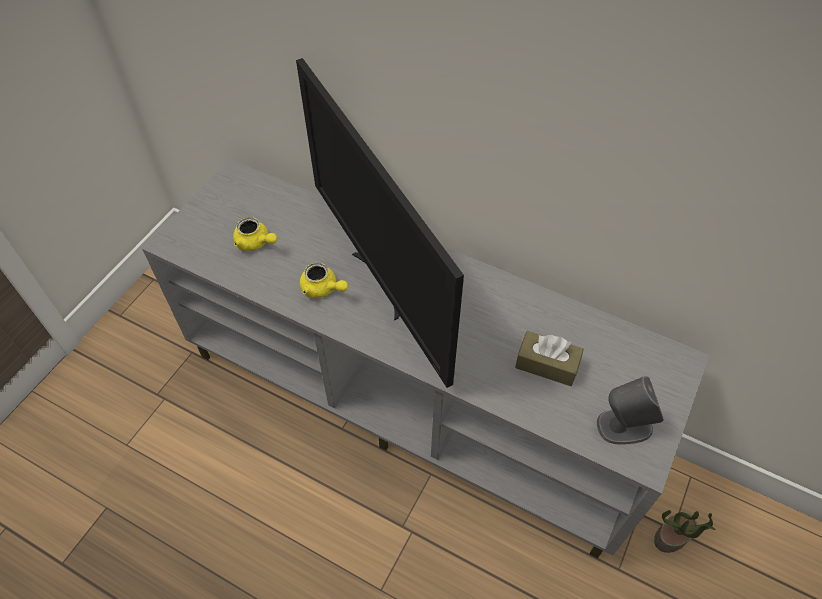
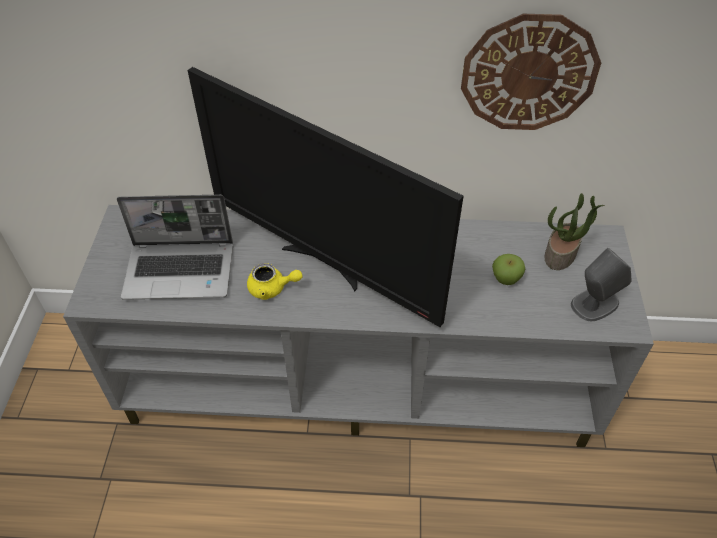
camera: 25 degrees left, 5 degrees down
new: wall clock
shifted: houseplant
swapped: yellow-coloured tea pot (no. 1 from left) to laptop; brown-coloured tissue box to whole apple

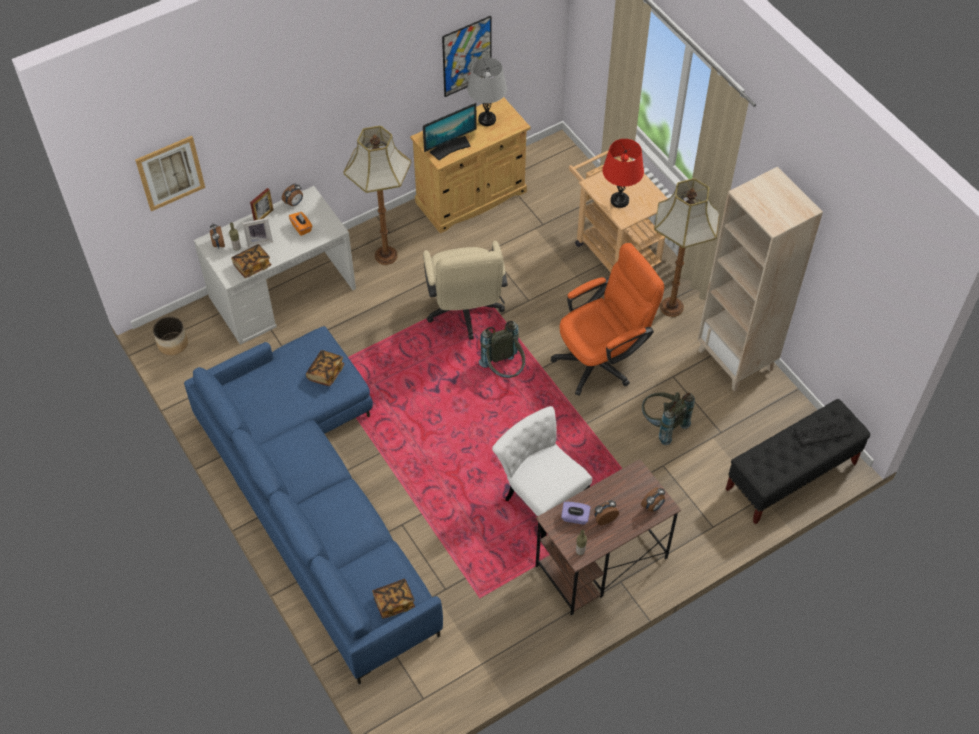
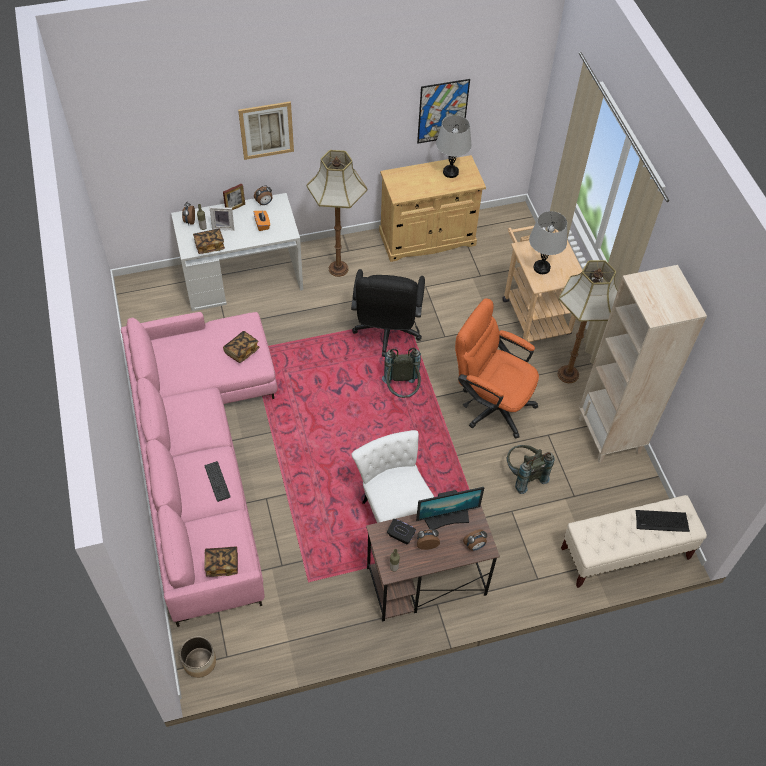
camera: 15 degrees right, 0 degrees up
new: PC keyboard (no. 1 from left)
shifted: planter; wall art (no. 1 from left); computer display
repainted: blue-coloured sofa to pinkish sofa; beige-coloured office chair to blackish office chair; purplish tissue box to blackish tissue box; red-coloured tabletop lamp to grey tabletop lamp (no. 2 from left); blackish long seat to beige-coloured long seat
rotated: orange office chair 135 degrees counterclockwise

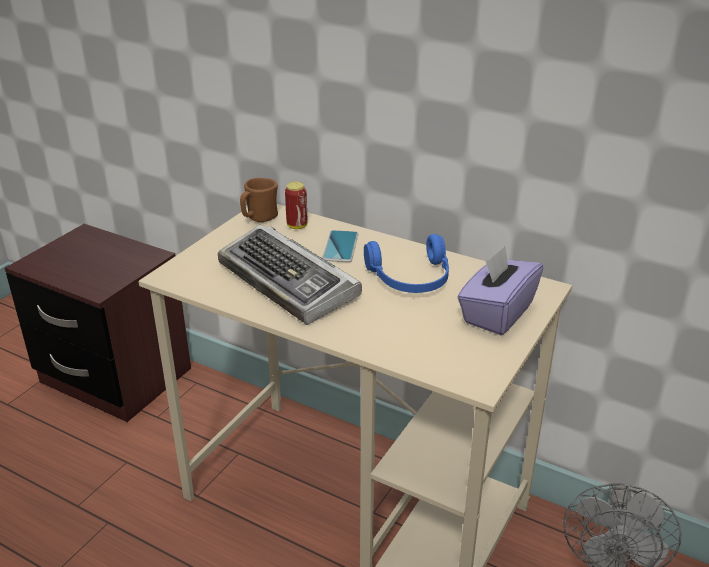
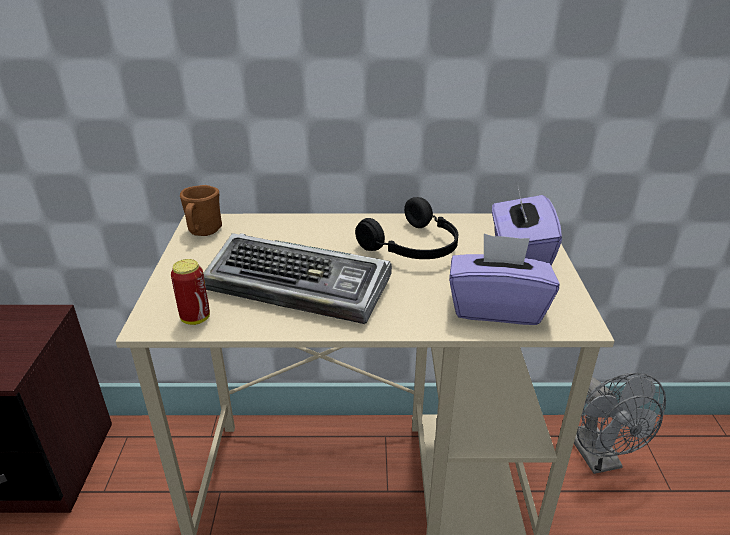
camera: 30 degrees left, 0 degrees up
gone: handset
new: purplish tissue box (no. 1 from left)
shifted: can
repainted: blue-coloured pair of headphones to blackish pair of headphones

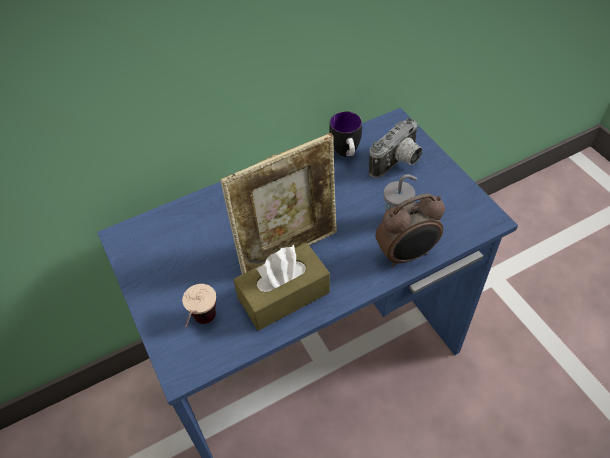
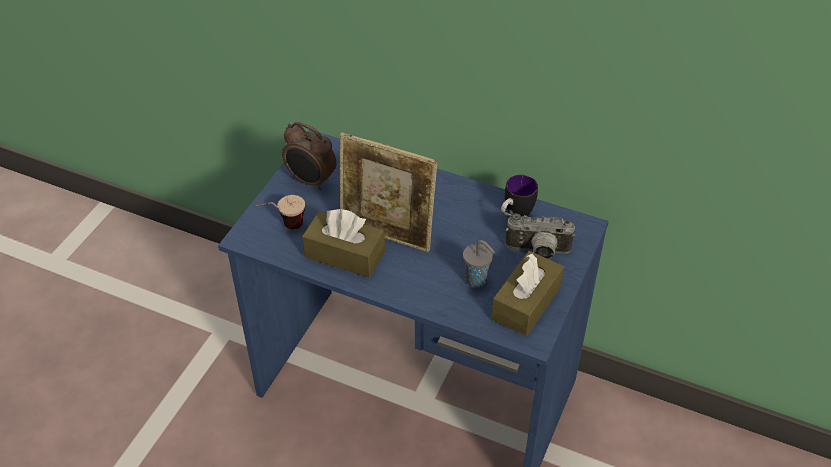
camera: 50 degrees right, 5 degrees down
new: brown-coloured tissue box (no. 2 from left)
shifted: table clock

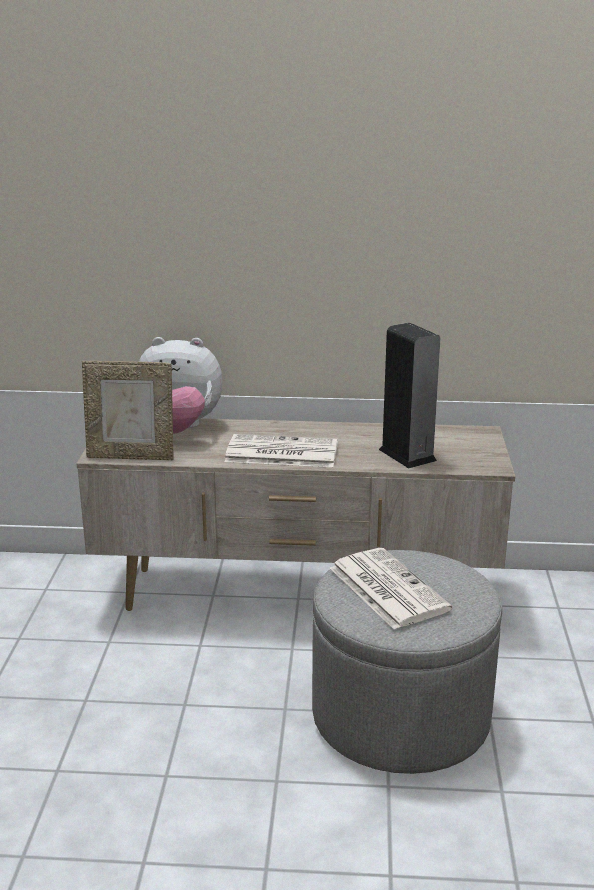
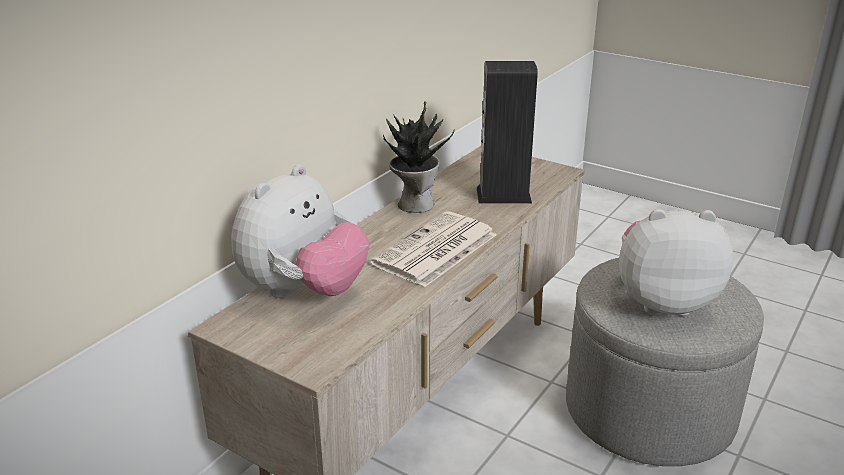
camera: 60 degrees left, 5 degrees up
gone: standing frame
new: houseplant
swapped: daily paper (no. 2 from left) to plush toy (no. 2 from left)

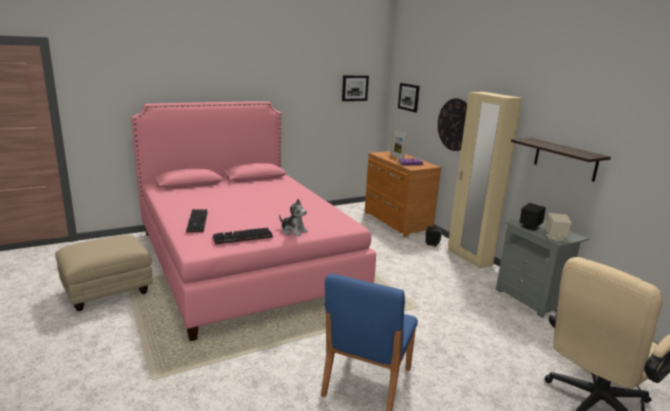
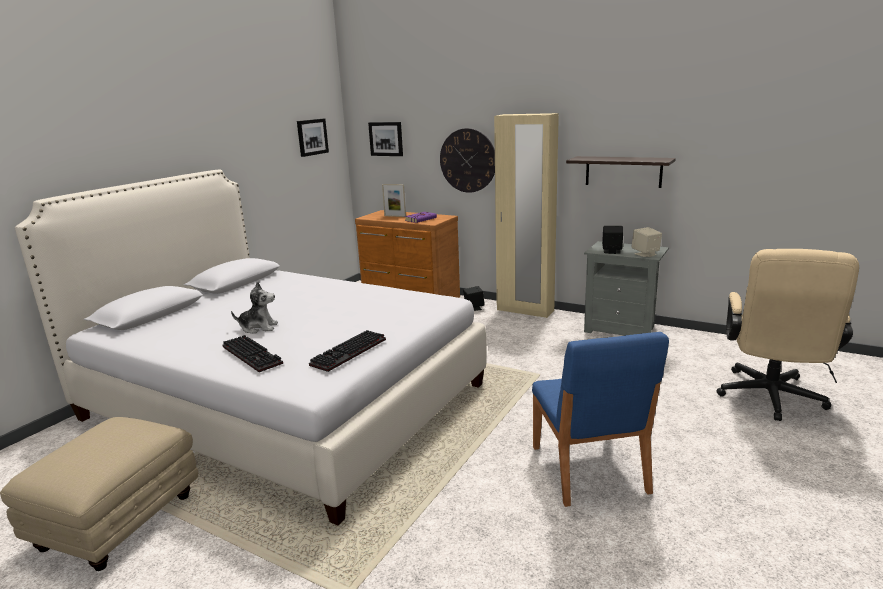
camera: 30 degrees left, 0 degrees up
shifted: plush toy
repainted: pinkish bedroom bed to whitish bedroom bed

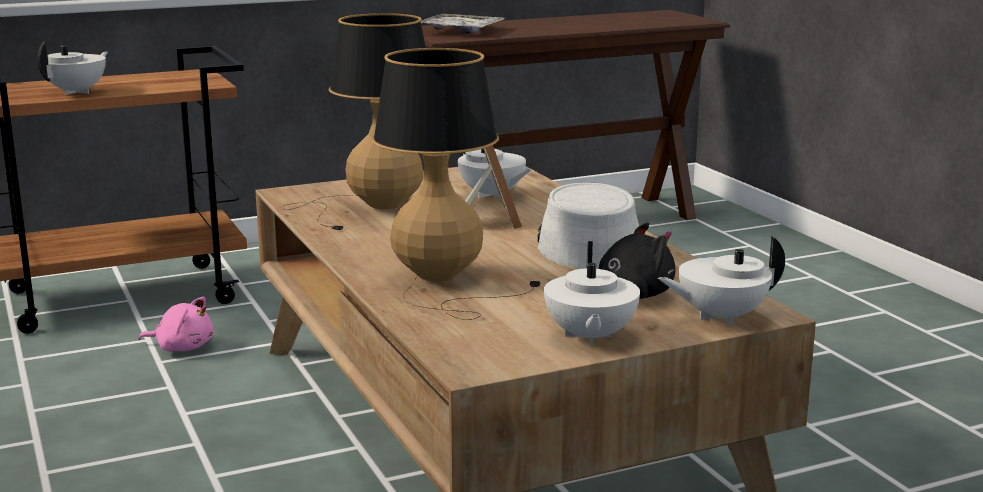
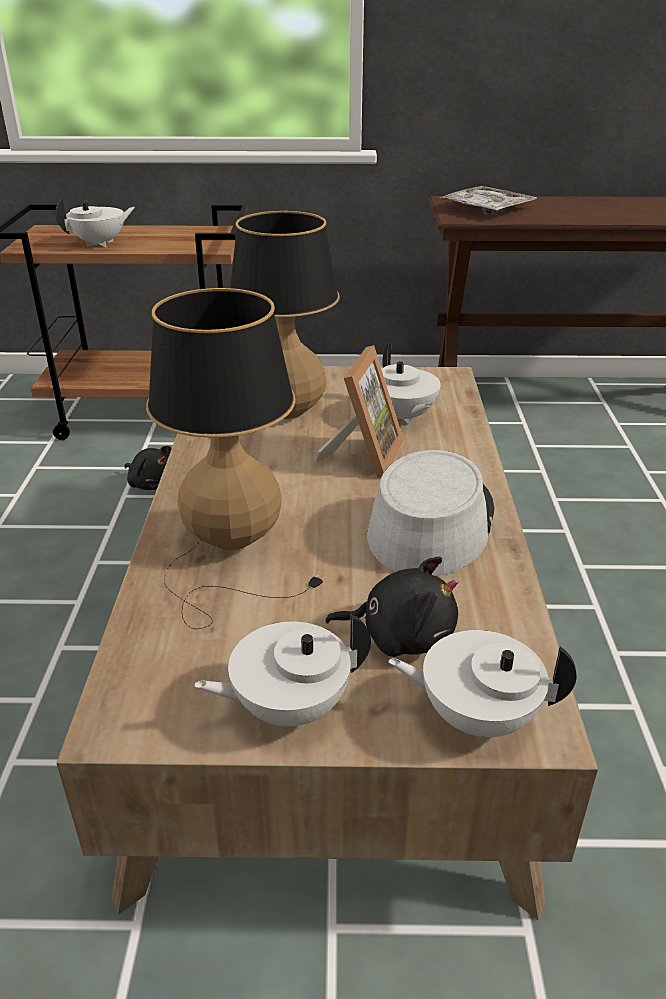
camera: 25 degrees right, 15 degrees up
repainted: pinkish plush toy to blackish plush toy (no. 1 from left)
rotated: whitish tea pot (no. 3 from left in the first image) 45 degrees clockwise

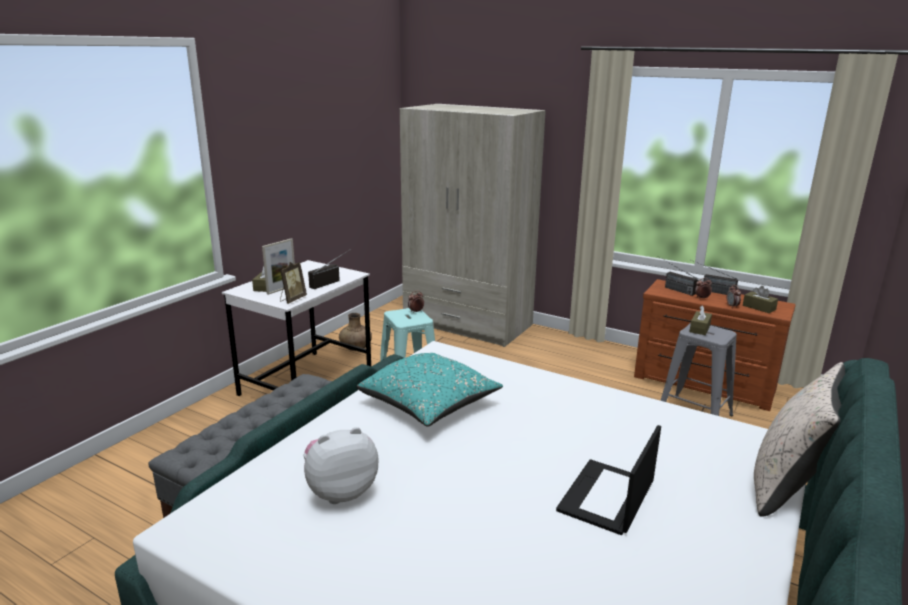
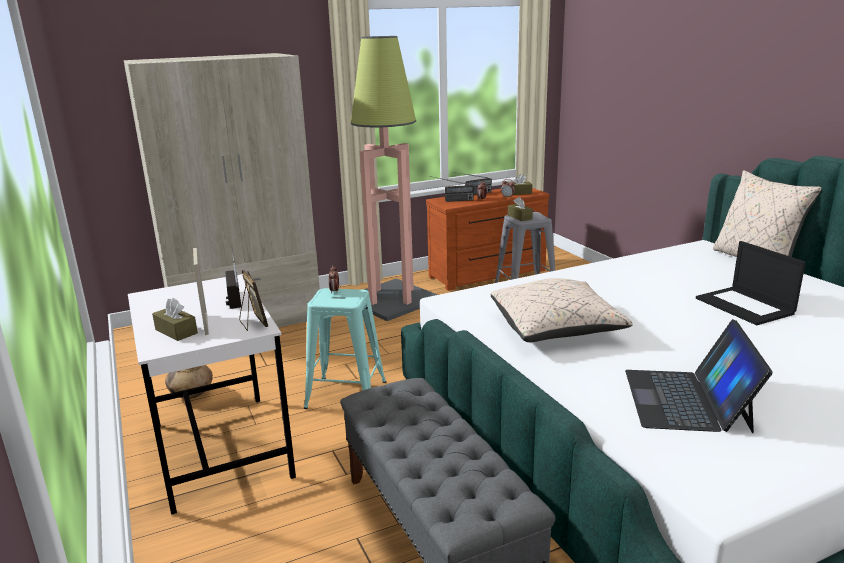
camera: 55 degrees left, 0 degrees up
new: standard lamp
swapped: plush toy to laptop (no. 1 from left)
repainted: turquoise throw pillow to beige-coloured throw pillow (no. 1 from left)

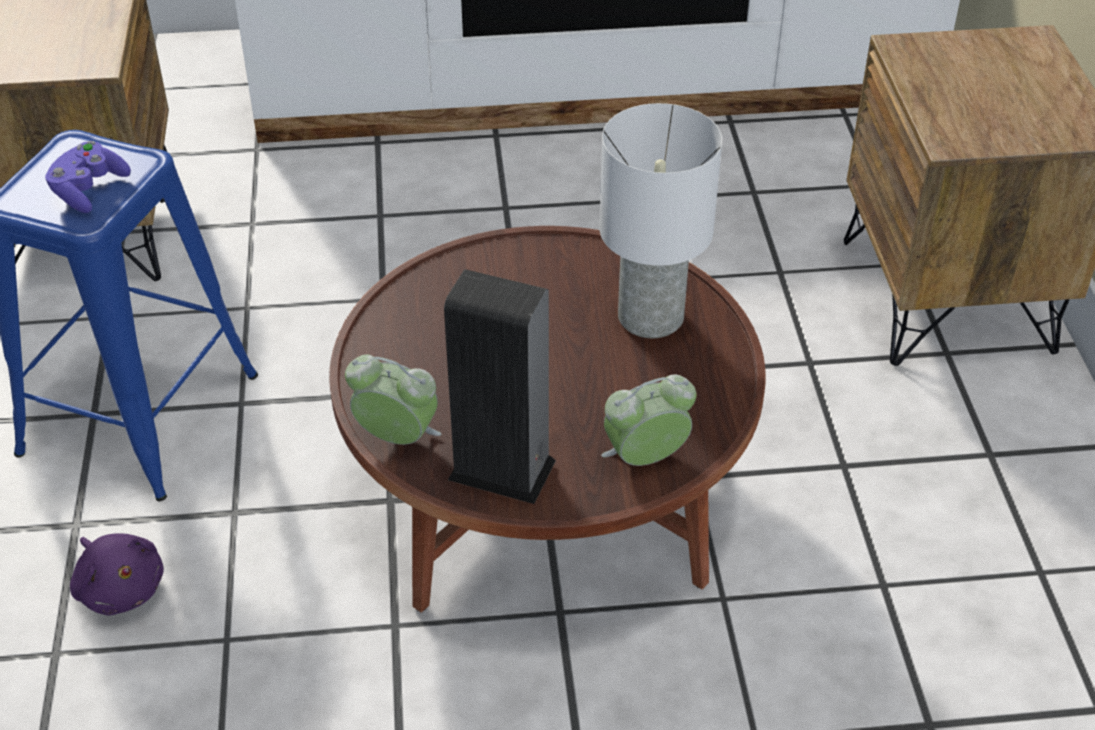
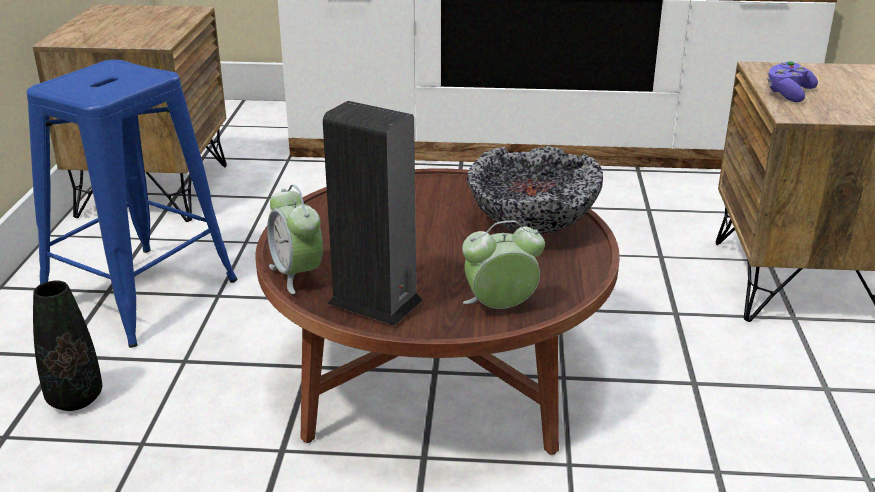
camera: 10 degrees right, 15 degrees down
shifted: purplish game controller
swapped: purplish plush toy to blackish decorative vase; whitish tabletop lamp to bowl
rotated: table clock (no. 1 from left) 150 degrees counterclockwise

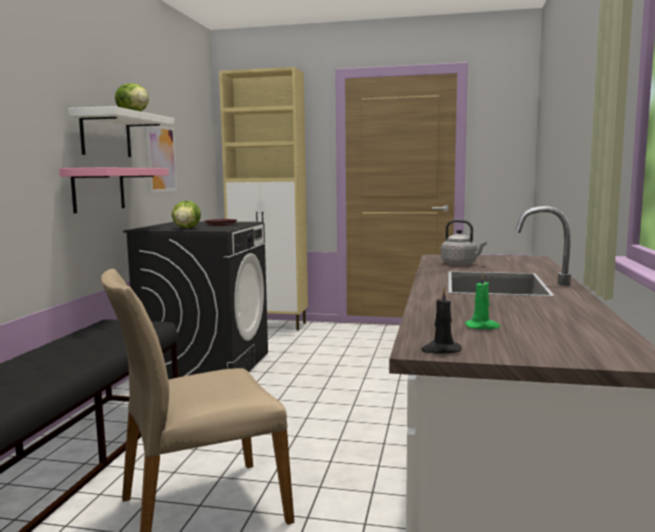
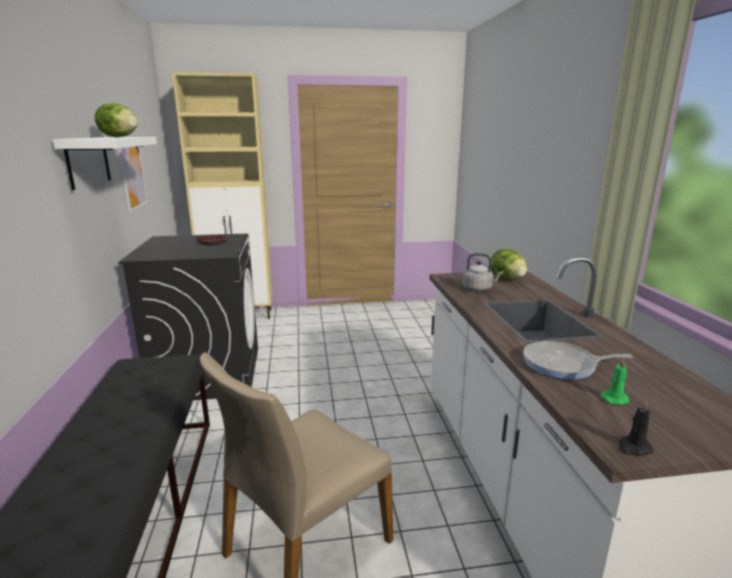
camera: 20 degrees left, 10 degrees up
gone: pinkish bracket shelf
new: frying pan
shifted: lettuce head (no. 2 from left)

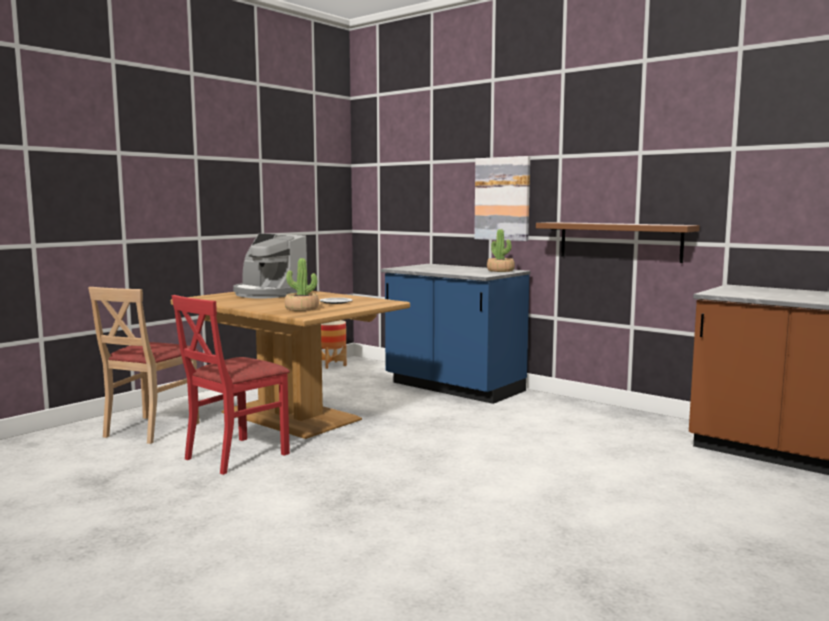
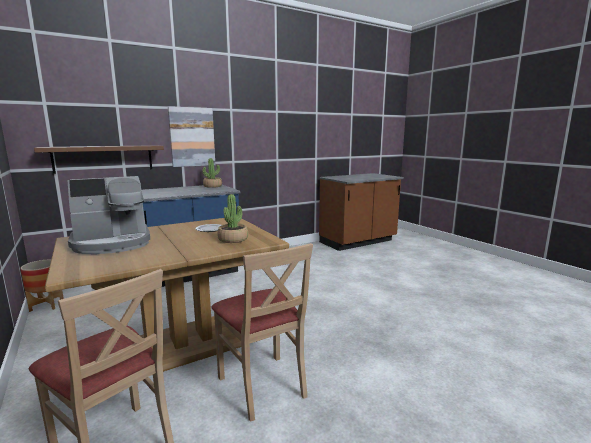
camera: 70 degrees left, 5 degrees up
shifted: brown-coloured bracket shelf
repainted: red-coloured upright chair to beige-coloured upright chair (no. 2 from left)

